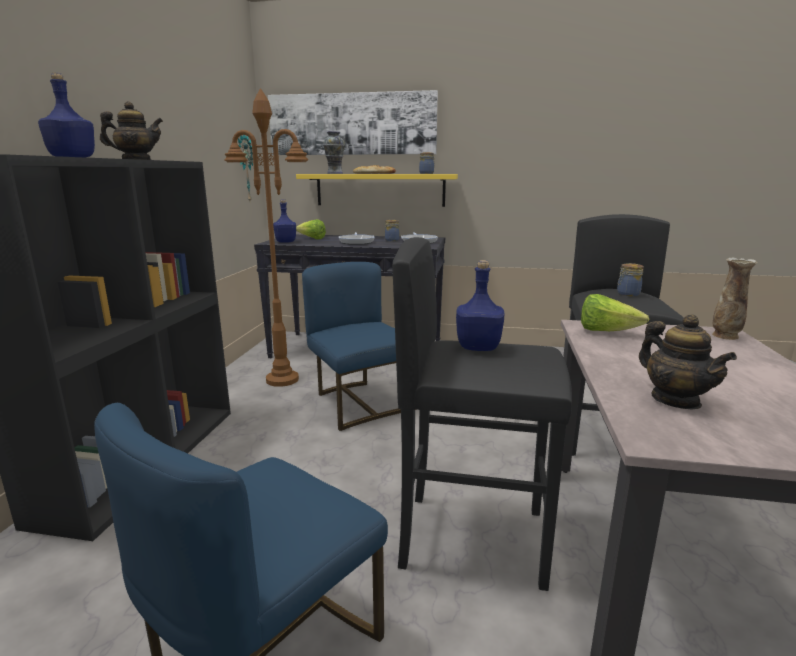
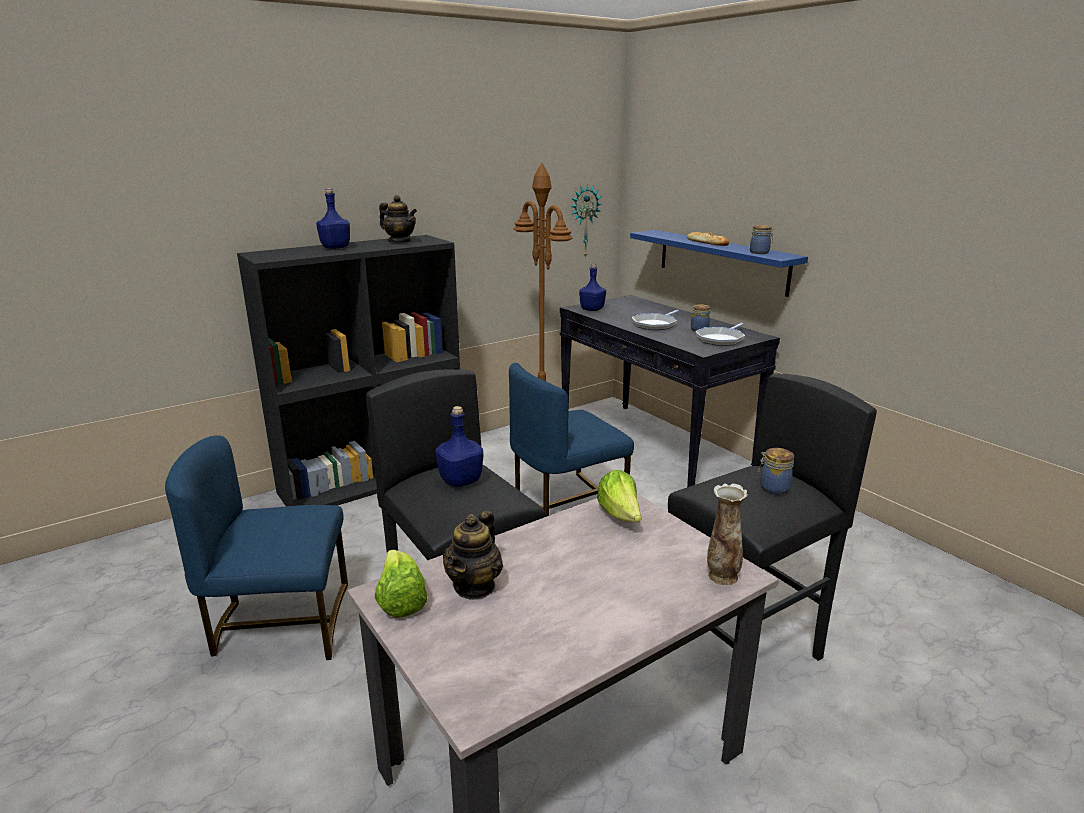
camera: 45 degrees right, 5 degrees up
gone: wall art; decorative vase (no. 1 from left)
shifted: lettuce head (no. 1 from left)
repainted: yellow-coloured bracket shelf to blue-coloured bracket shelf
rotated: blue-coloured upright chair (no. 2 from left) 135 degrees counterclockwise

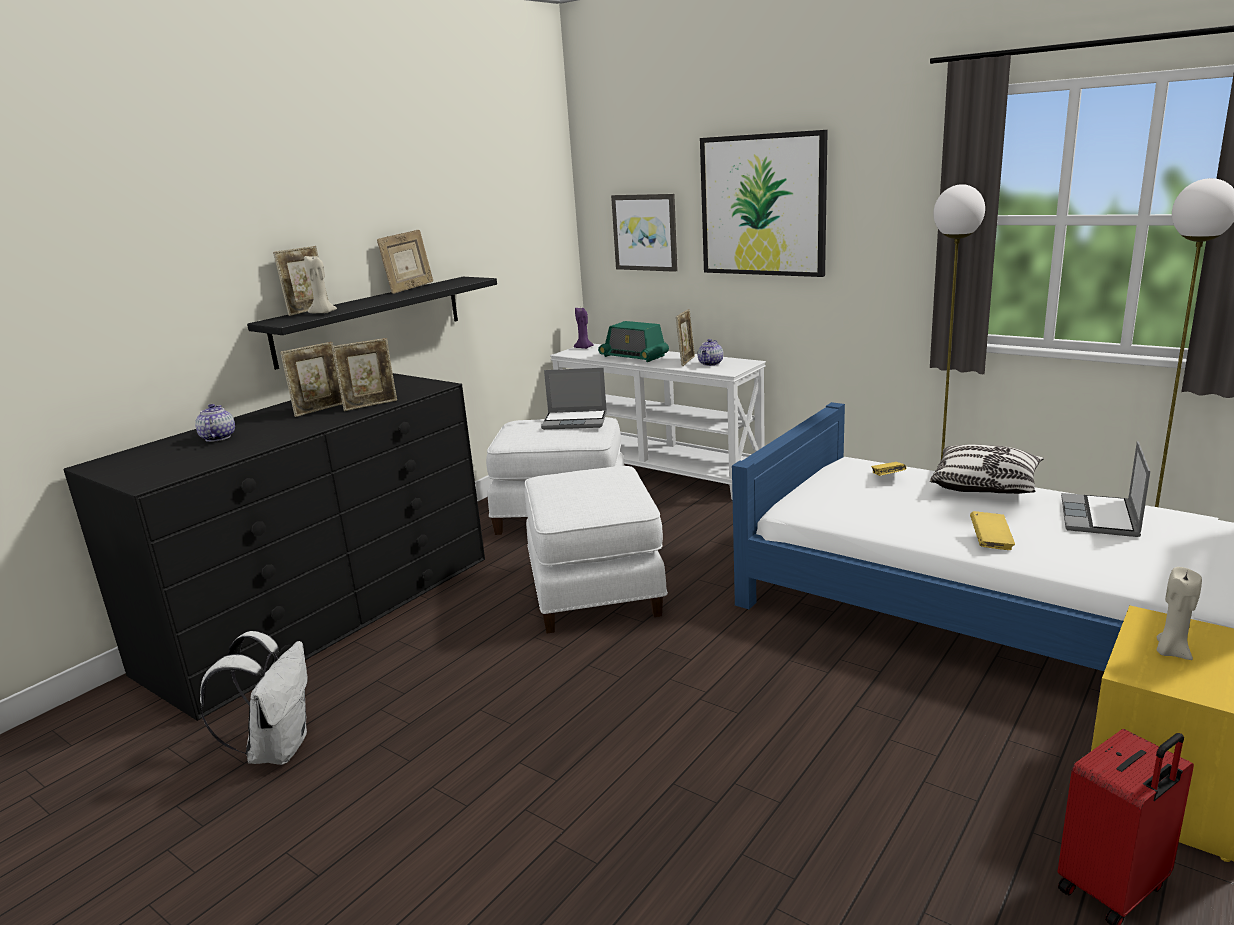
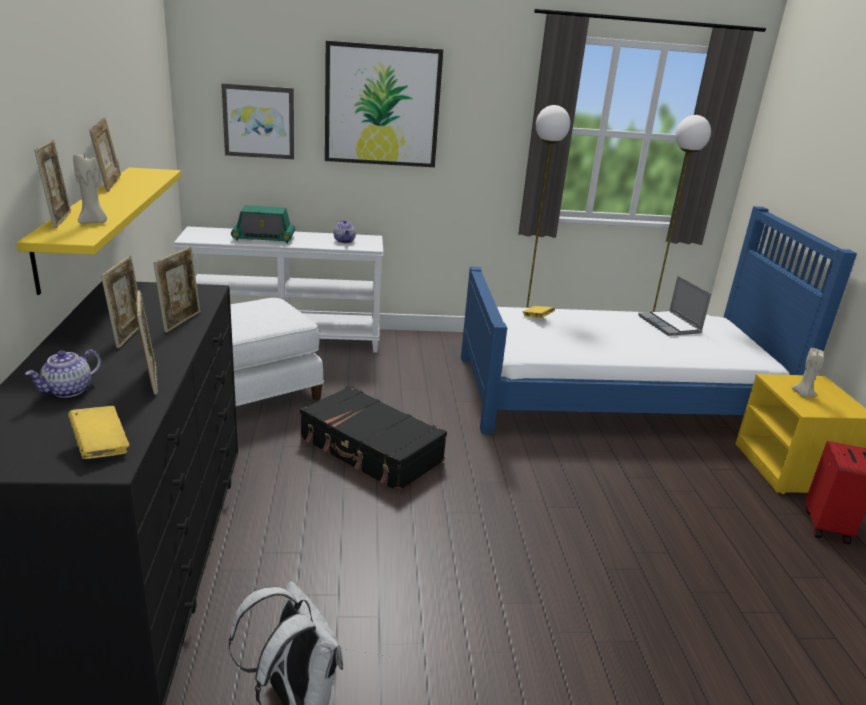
camera: 45 degrees left, 5 degrees up
gone: laptop (no. 1 from left); purplish wax light; throw pillow
shifted: yellow-coloured volume (no. 2 from left in the first image) to yellow-coloured volume (no. 1 from left); standing frame (no. 5 from left in the first image) to standing frame (no. 4 from left)
swapped: whitish footrest (no. 2 from left) to blackish travel case
repainted: blackish bracket shelf to yellow-coloured bracket shelf
rotated: tea pot (no. 1 from left) 90 degrees counterclockwise

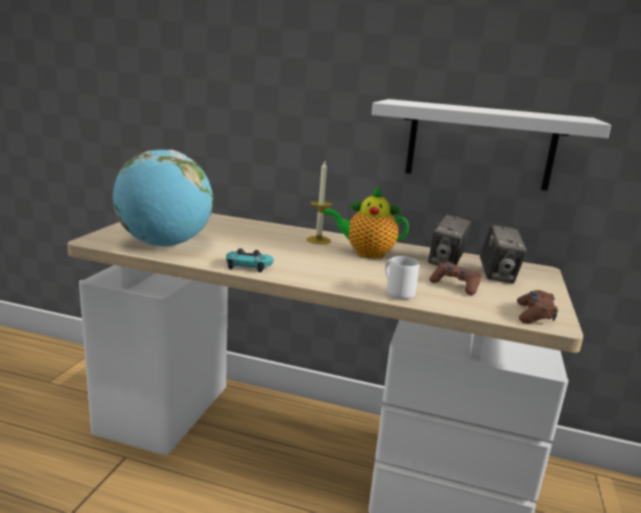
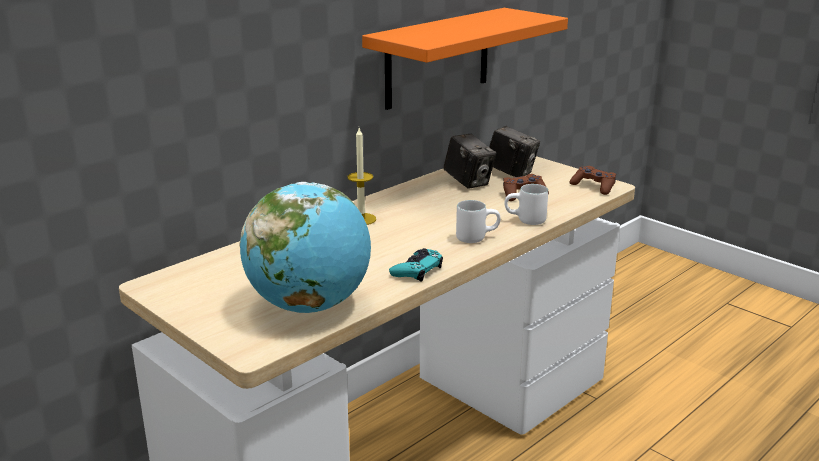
camera: 60 degrees left, 5 degrees up
gone: tea pot
new: whitish coffee mug (no. 1 from left)
repainted: whitish bracket shelf to orange bracket shelf

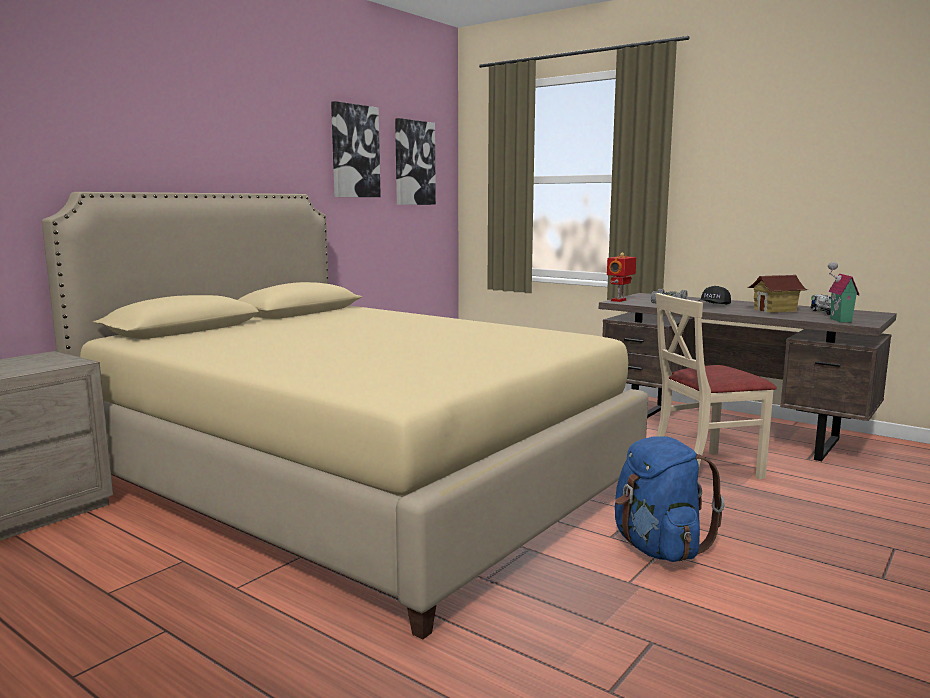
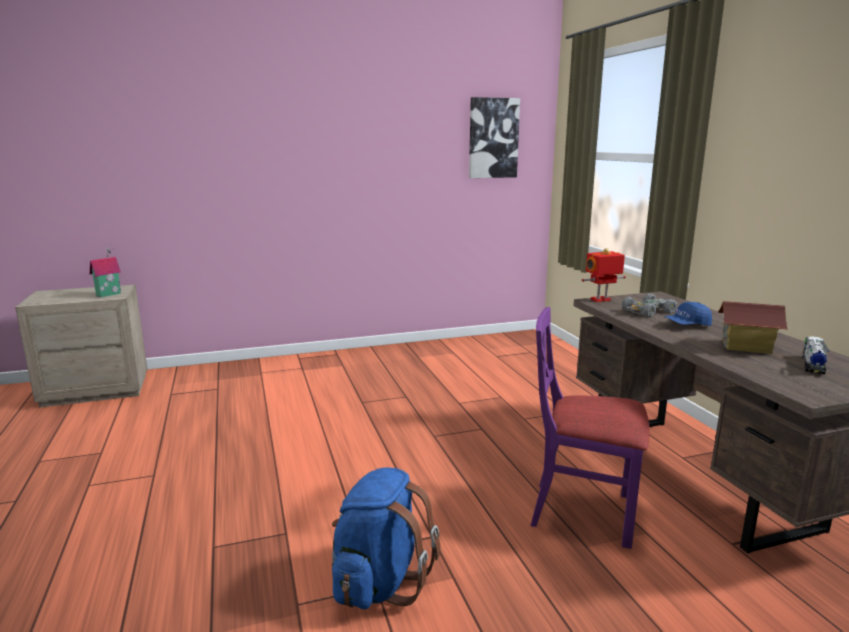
camera: 35 degrees right, 5 degrees up
gone: beige-coloured bedroom bed; wall art (no. 1 from left)
shifted: miniature house (no. 2 from left in the first image) to miniature house (no. 1 from left)
repainted: beige-coloured upright chair to purplish upright chair; blackish cap to blue-coloured cap

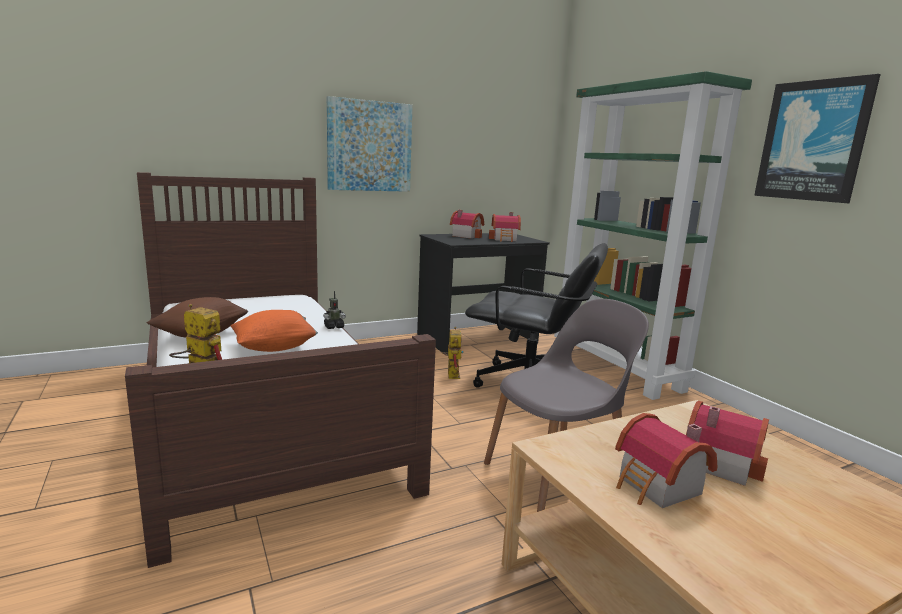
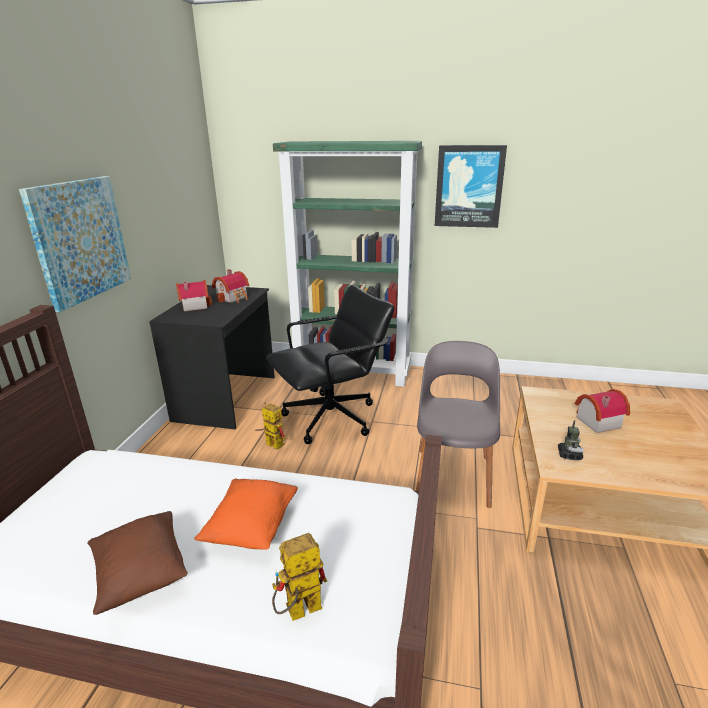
camera: 50 degrees left, 10 degrees up
gone: miniature house (no. 3 from left)
shifted: robot figure (no. 2 from left in the first image) to robot figure (no. 3 from left)

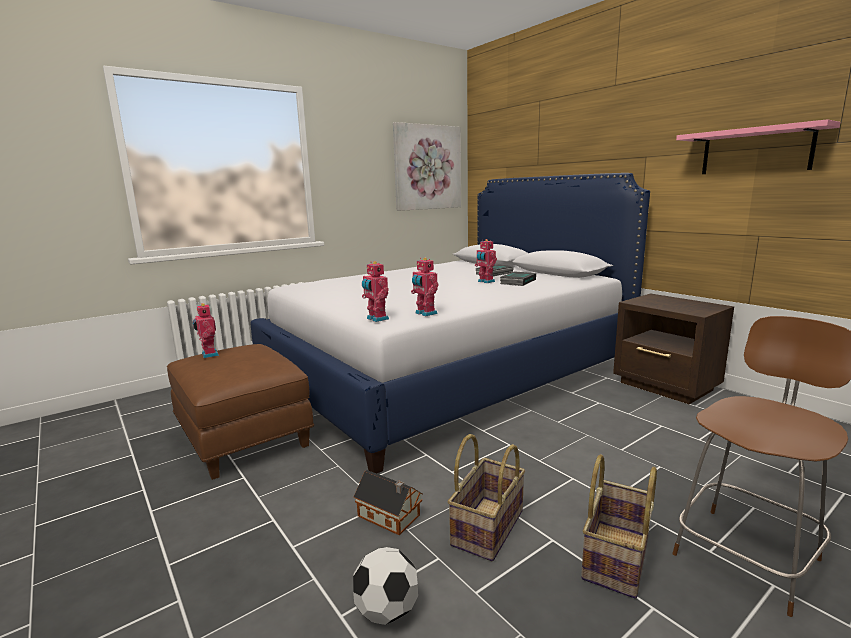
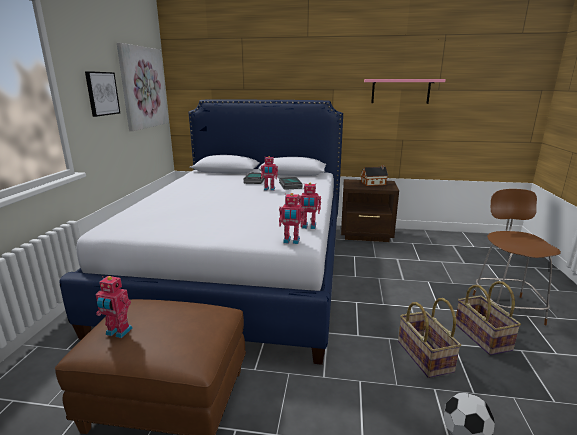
camera: 45 degrees left, 5 degrees up
new: wall art (no. 1 from left)
shifted: miniature house

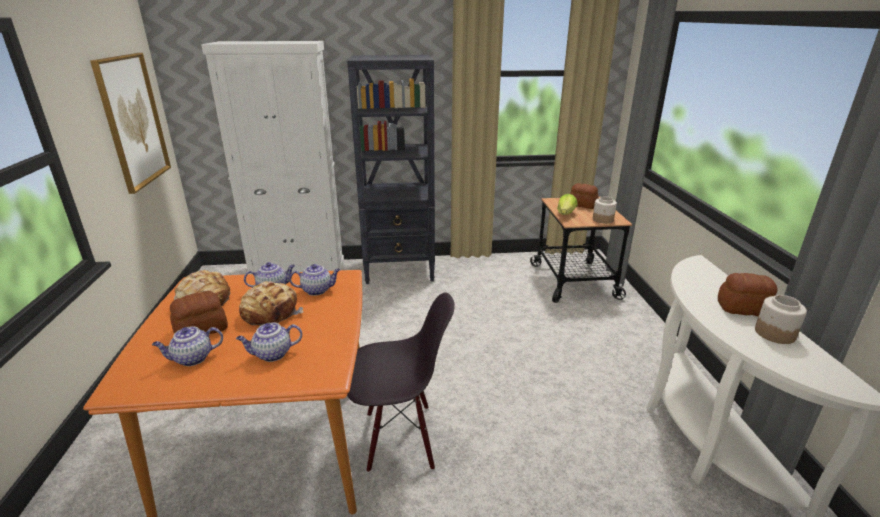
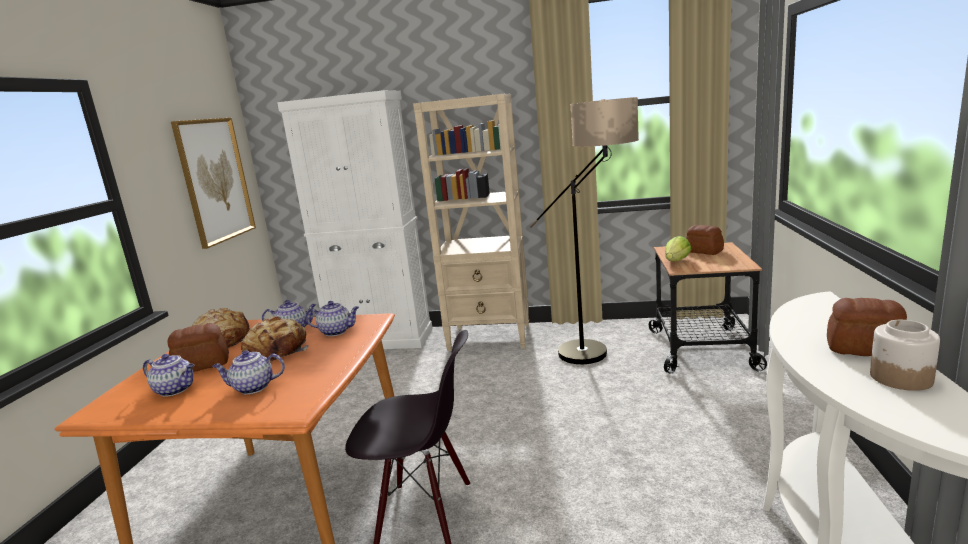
camera: 15 degrees right, 10 degrees down
gone: storage jar (no. 1 from left)
new: standard lamp
repainted: blackish bookcase to beige-coloured bookcase
rotated: tea pot (no. 1 from left) 150 degrees counterclockwise

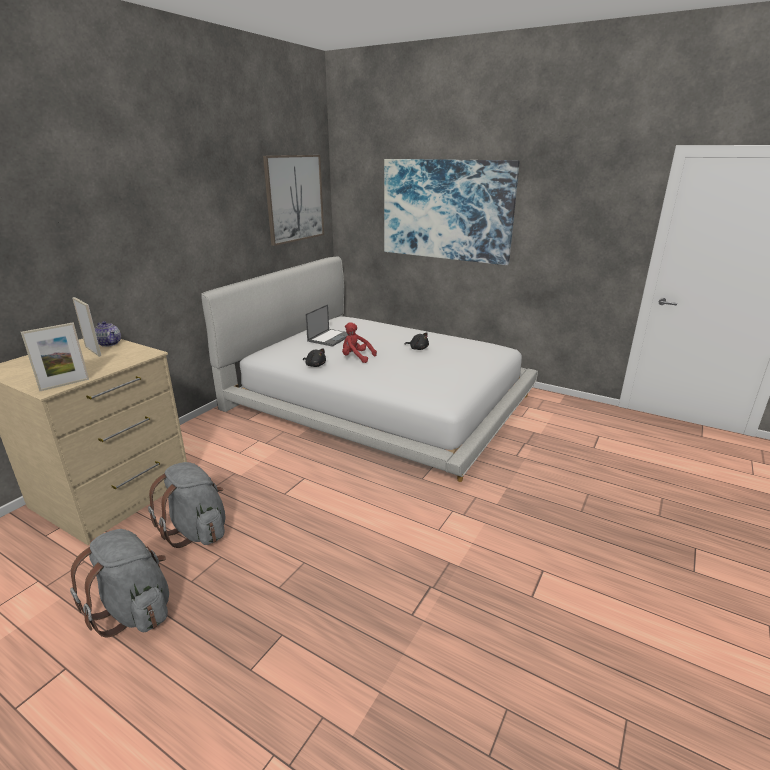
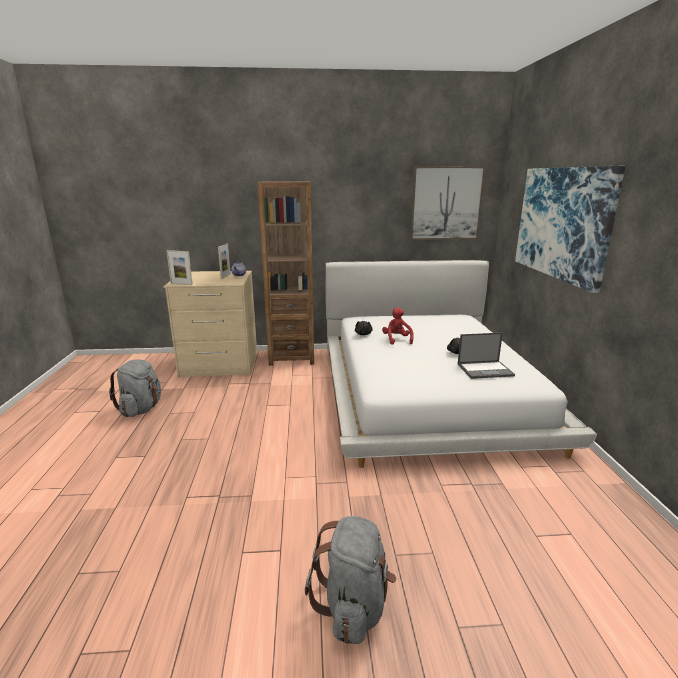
camera: 55 degrees right, 5 degrees down
new: brown-coloured bookcase
shifted: grey knapsack (no. 2 from left); laptop

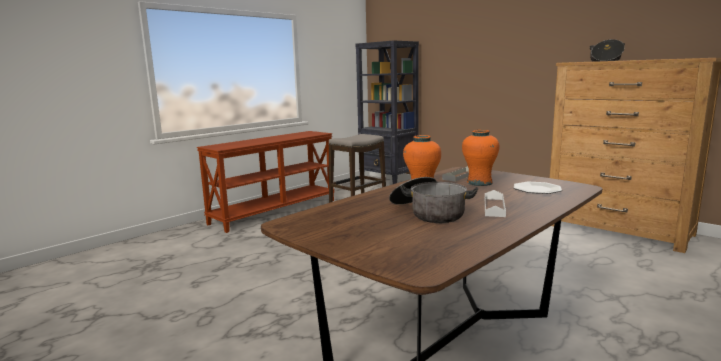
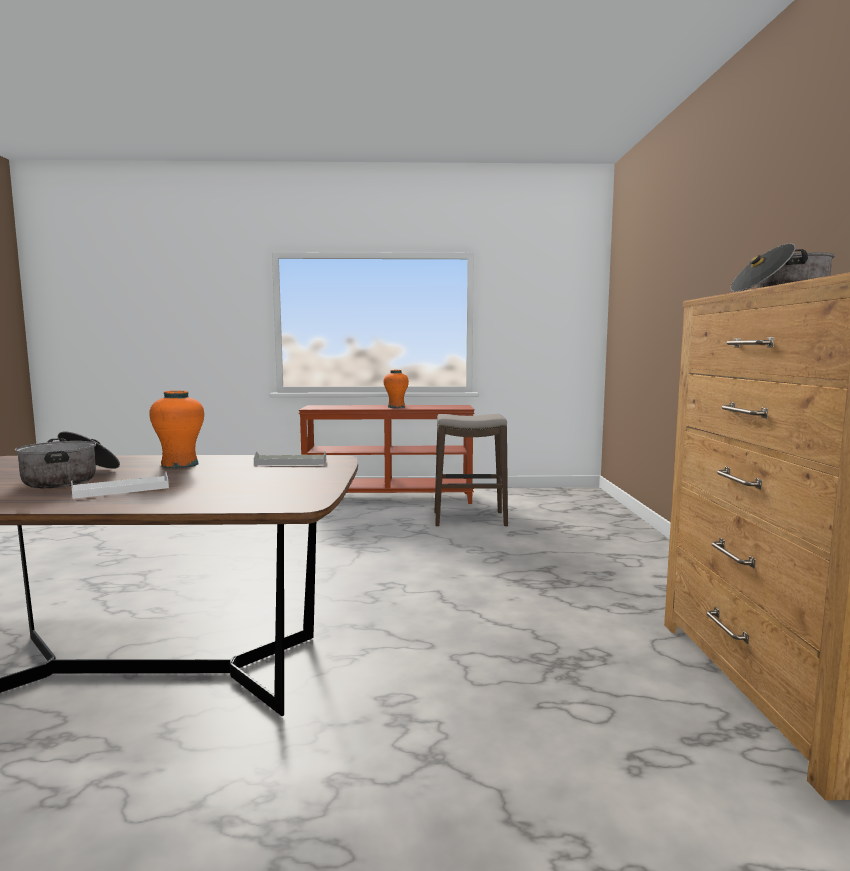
camera: 45 degrees right, 5 degrees down
gone: blackish bookcase; dinner plate
shifted: orange decorative vase (no. 2 from left)

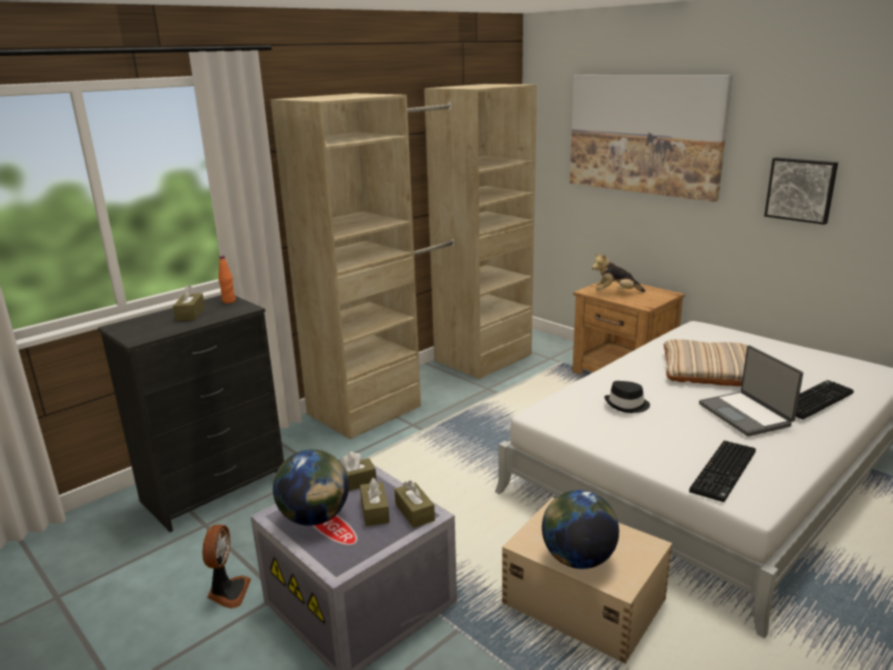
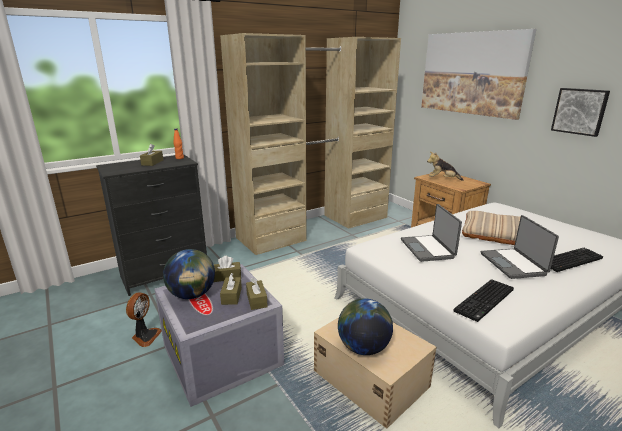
camera: 10 degrees right, 0 degrees up
swapped: blackish hat to laptop (no. 1 from left)

